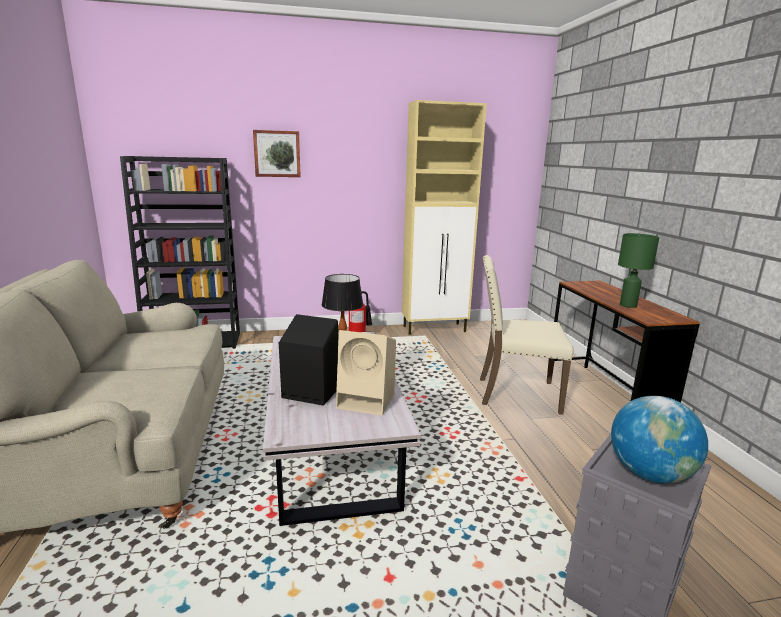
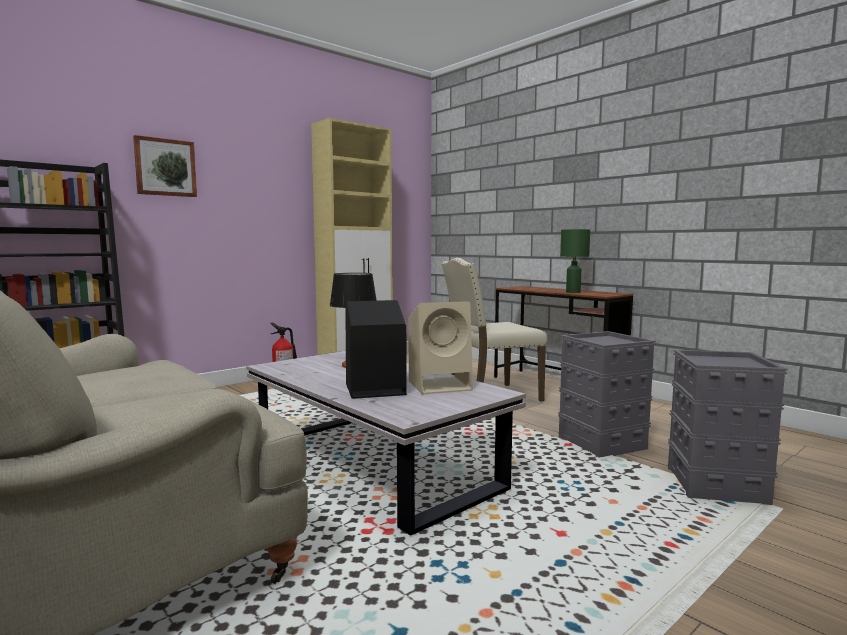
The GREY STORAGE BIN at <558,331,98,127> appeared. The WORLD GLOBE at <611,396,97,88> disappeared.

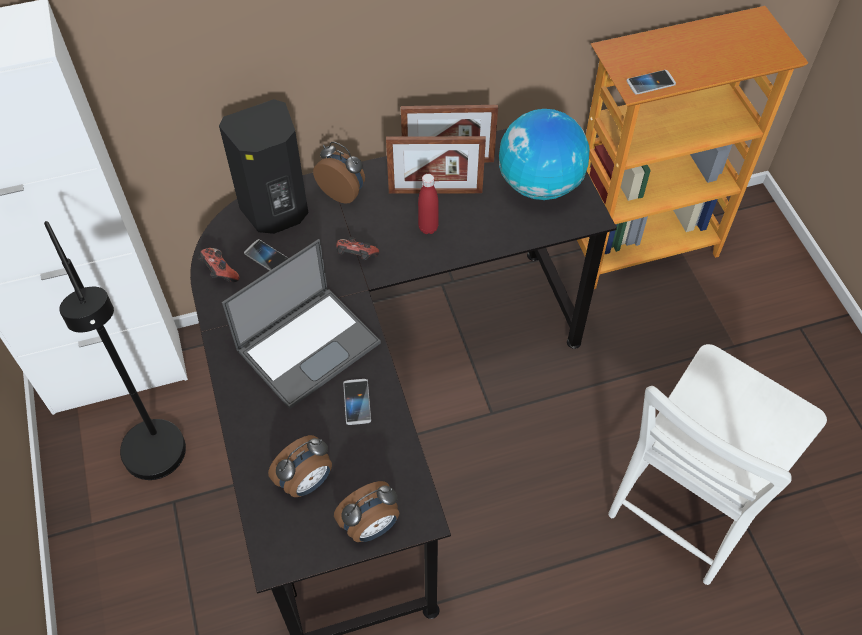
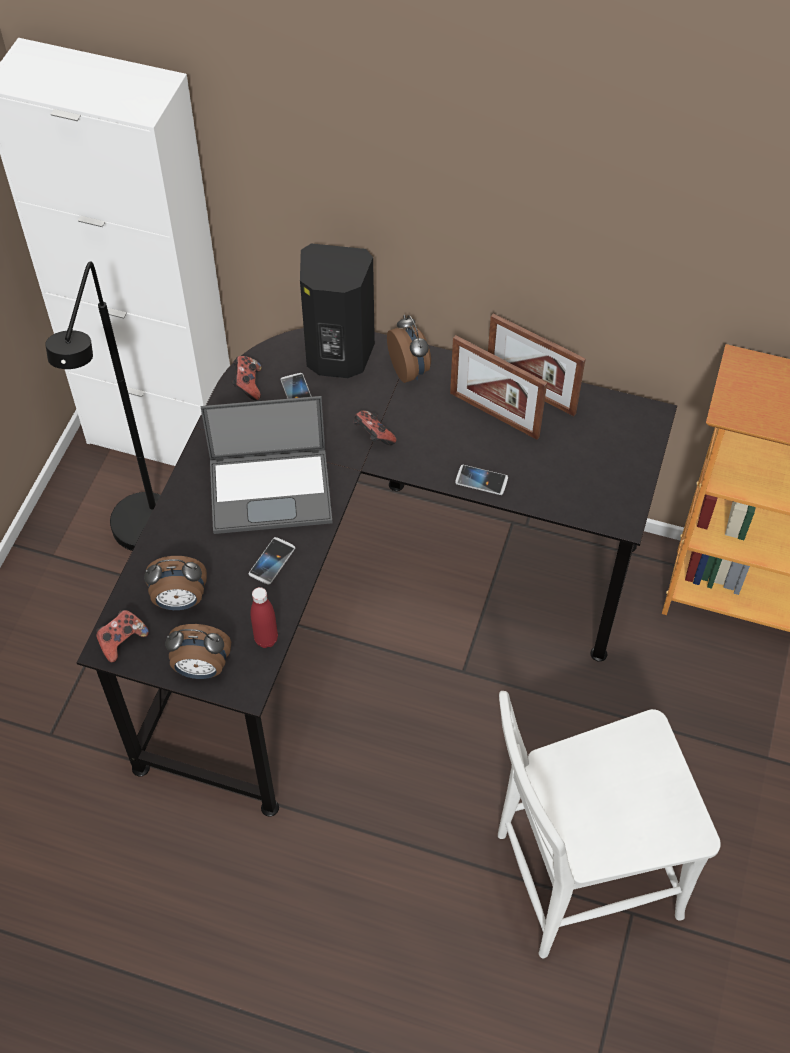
The GAMEPAD at <96,610,53,53> appeared. The RED BOTTLE moved from <418,174,21,60> to <251,587,27,61>. The PHONE moved from <627,70,49,25> to <455,465,53,30>. The WORLD GLOBE at <499,109,91,91> disappeared.

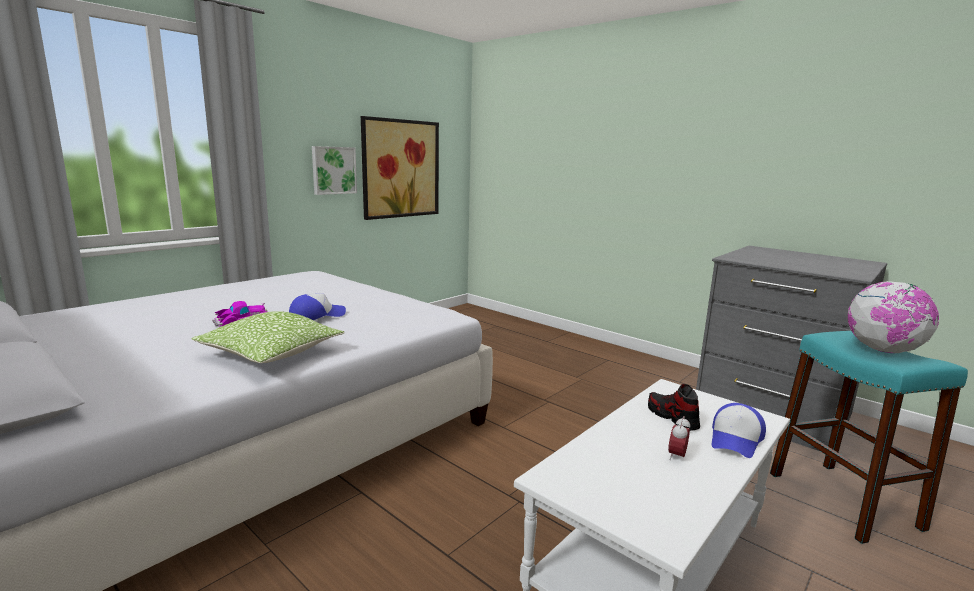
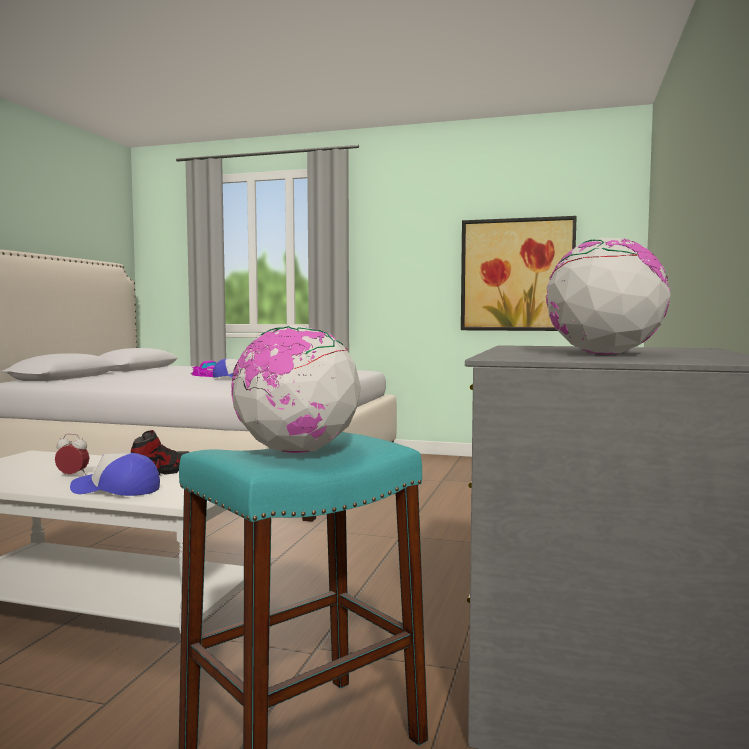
The WORLD GLOBE at <546,238,125,117> appeared. The CUSHION at <191,311,154,52> disappeared. The WALL PICTURE at <312,146,45,49> disappeared.

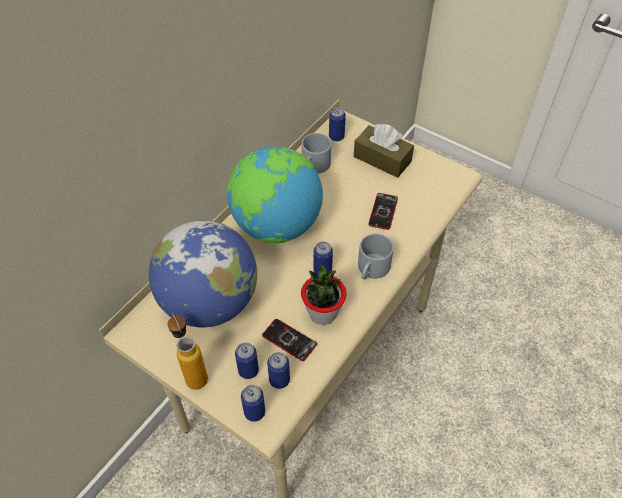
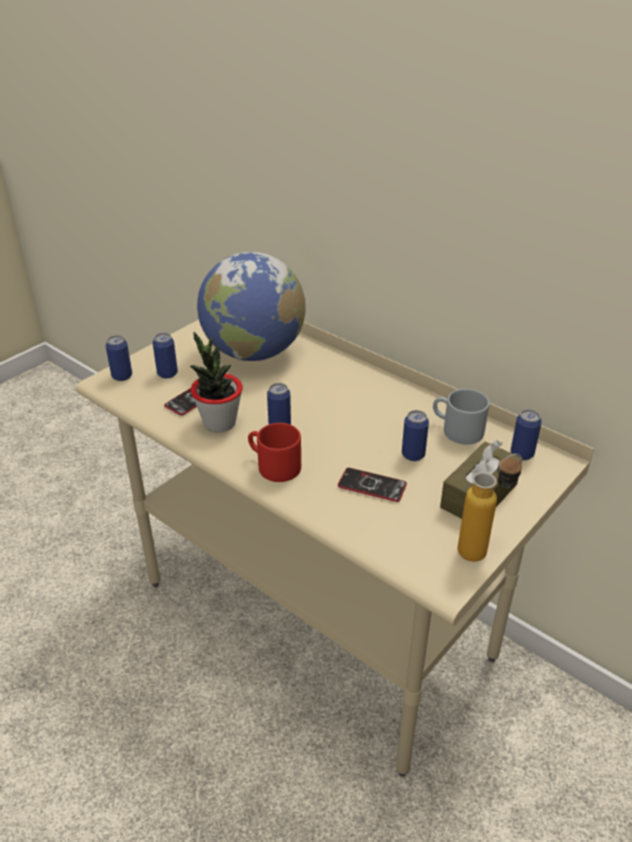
The GREY MUG at <358,233,36,47> became the RED MUG at <248,423,53,59>. The CAN moved from <267,352,23,37> to <402,410,27,51>. The BOTTLE moved from <168,313,40,77> to <458,454,64,107>. The WORLD GLOBE at <227,147,96,96> disappeared.

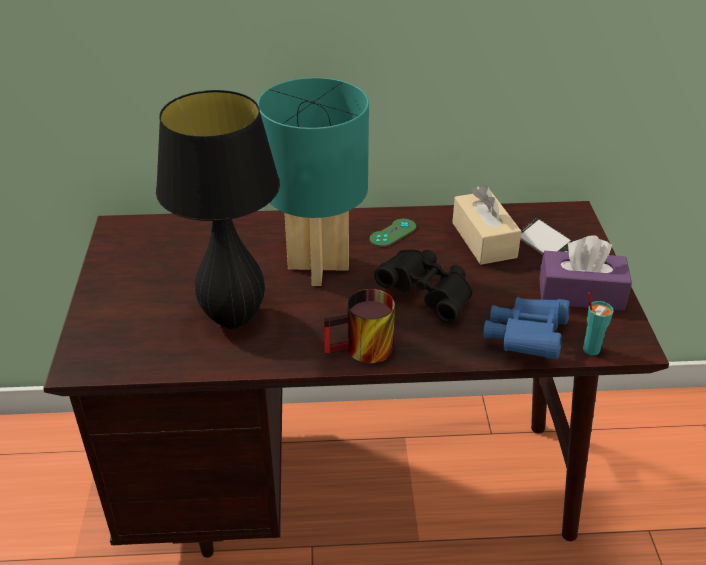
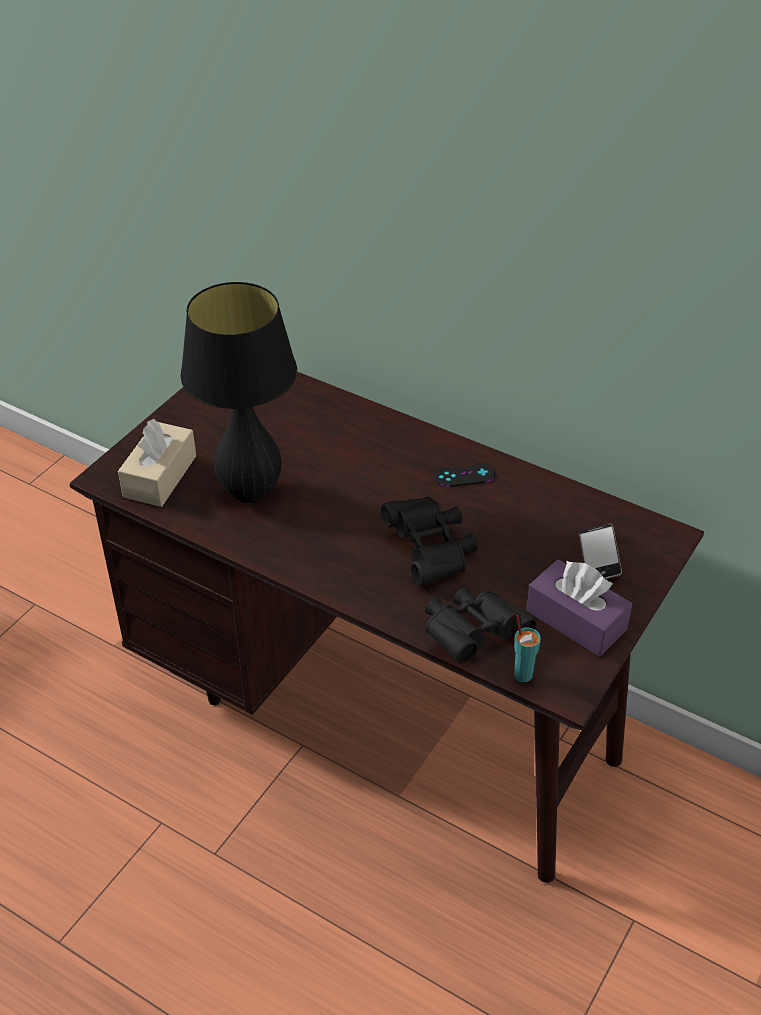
The BEIGE TISSUE BOX moved from <452,185,70,80> to <118,419,78,88>. The BLUISH PAIR OF BINOCULARS at <483,297,87,62> became the BLACKISH PAIR OF BINOCULARS at <425,587,112,76>. The GREEN GAMEPAD at <370,219,46,28> became the BLACKISH GAMEPAD at <434,464,61,23>. The TURQUOISE TABLE LAMP at <257,78,112,208> disappeared. The MUG at <324,289,71,74> disappeared.

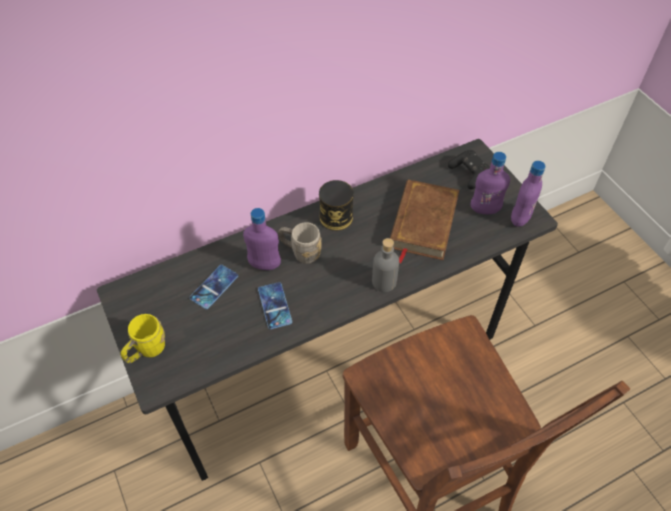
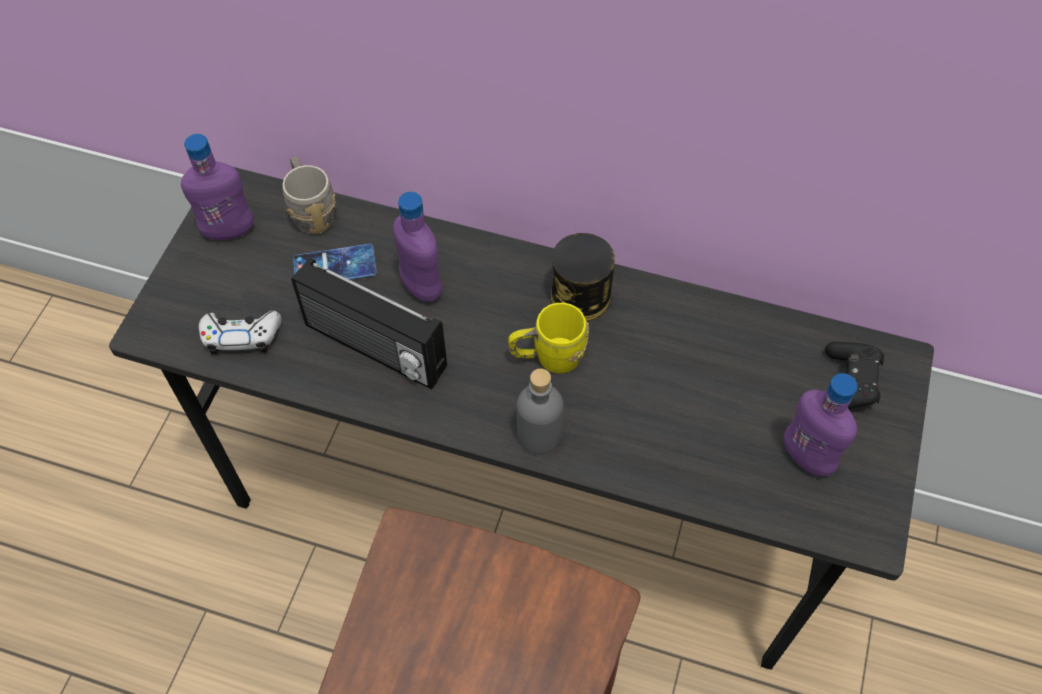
The PURPLE-COLOURED BOTTLE moved from <511,161,35,66> to <181,134,73,106>. The WHITISH GAMEPAD at <199,310,82,45> appeared. The GREY MUG moved from <278,222,44,42> to <282,156,54,78>. The PHONE at <258,282,34,47> was replaced by the RADIO RECEIVER at <291,258,156,132>. The YELLOW-COLOURED MUG moved from <121,314,44,49> to <508,303,81,70>. The BROWN-COLOURED BOUND BOOK at <390,179,69,85> disappeared.

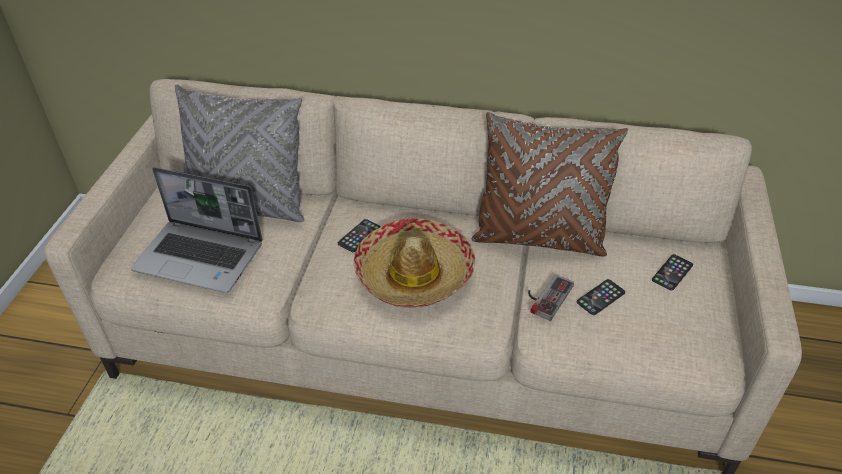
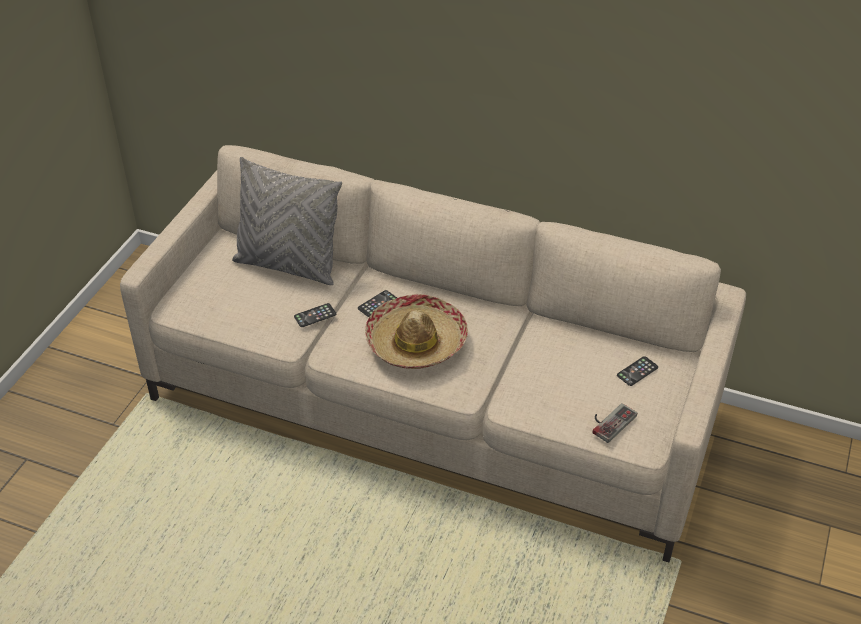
The PHONE moved from <577,279,48,36> to <294,303,42,24>. The GAMEPAD moved from <528,274,46,47> to <592,403,45,40>. The LAPTOP at <131,167,132,126> disappeared. The BROWN-COLOURED CUSHION at <471,112,157,144> disappeared.

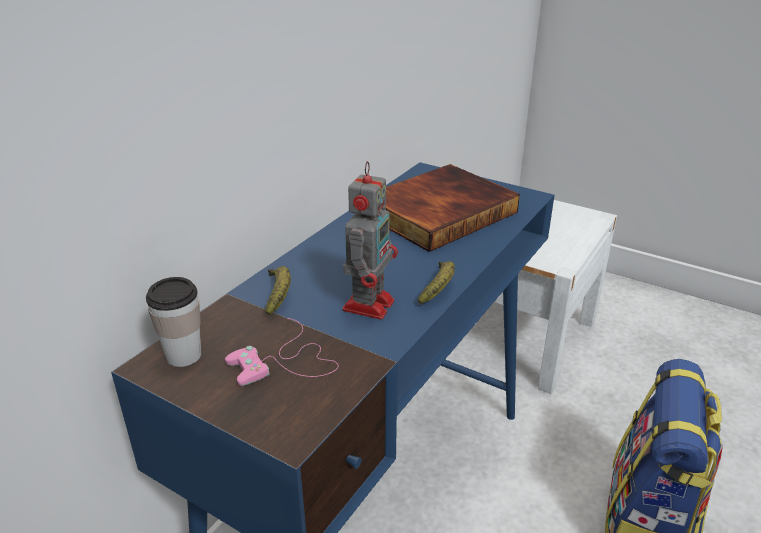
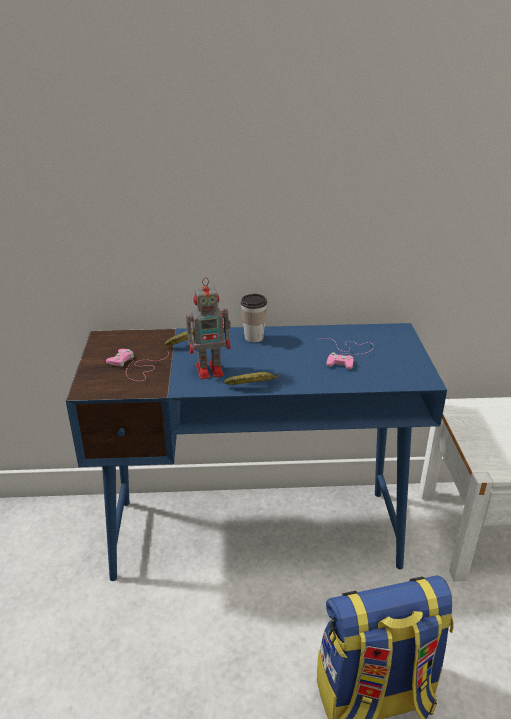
The SMALL CUP moved from <146,277,55,90> to <240,294,27,49>. The BOUND BOOK at <385,164,135,88> was replaced by the PINKISH GAMEPAD at <319,338,55,31>.

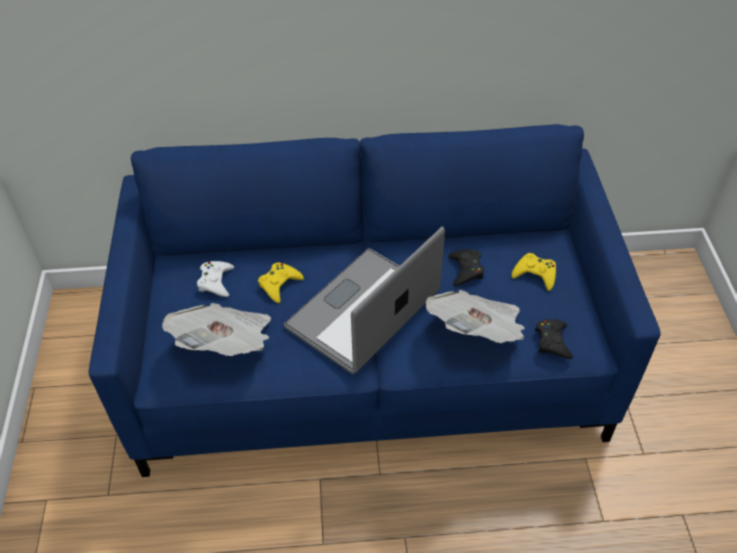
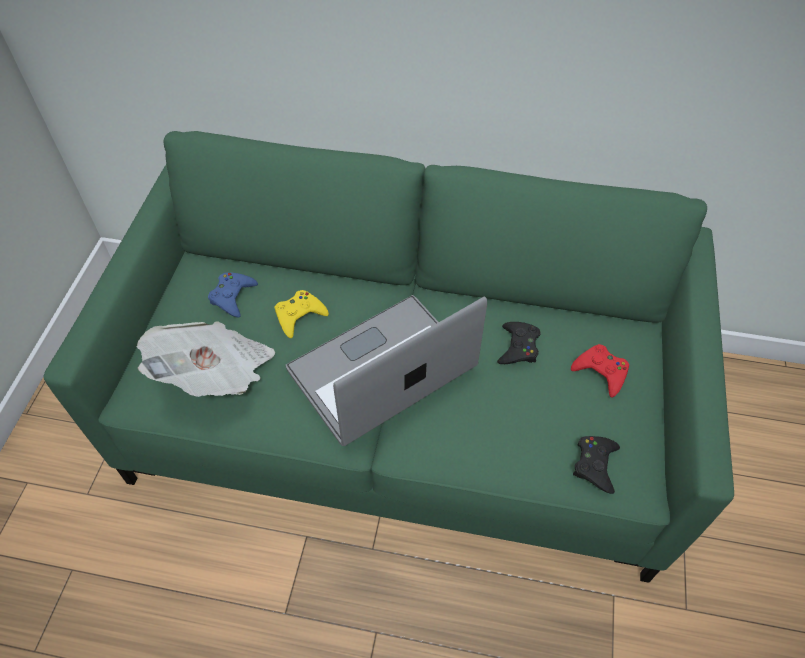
The BLUISH COUCH at <89,124,572,353> became the GREEN COUCH at <43,131,691,452>. The WHITISH GAMEPAD at <197,261,37,36> became the BLUISH GAMEPAD at <208,272,50,45>. The YELLOW-COLOURED GAMEPAD at <511,253,45,38> became the RED GAMEPAD at <571,344,58,54>. The PRINTED PAPER at <426,290,99,53> disappeared.

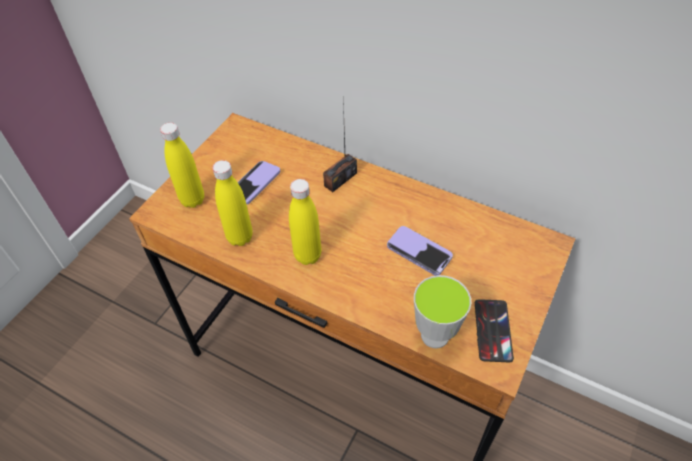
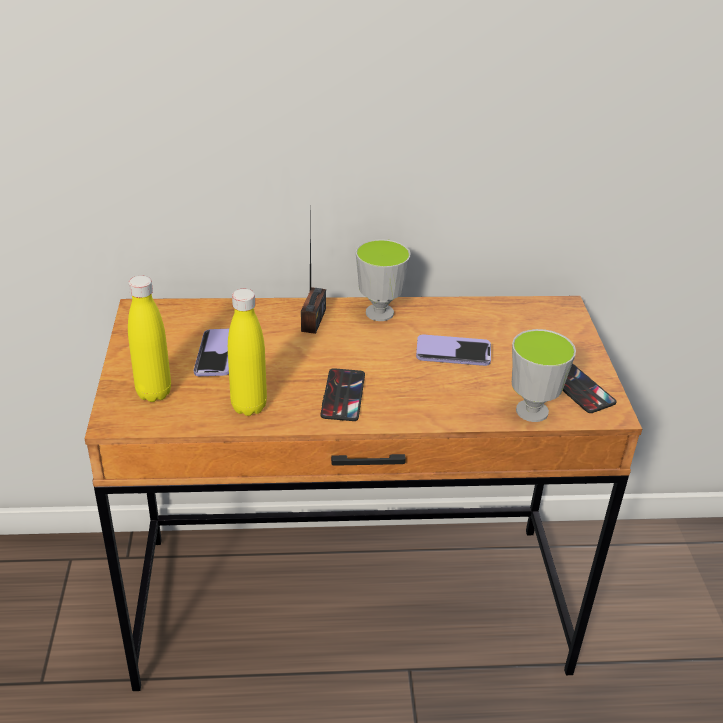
The YELLOW-COLOURED BOTTLE at <289,179,32,86> was replaced by the PHONE at <320,368,45,53>. The SMALL CUP at <356,239,55,82> appeared.

